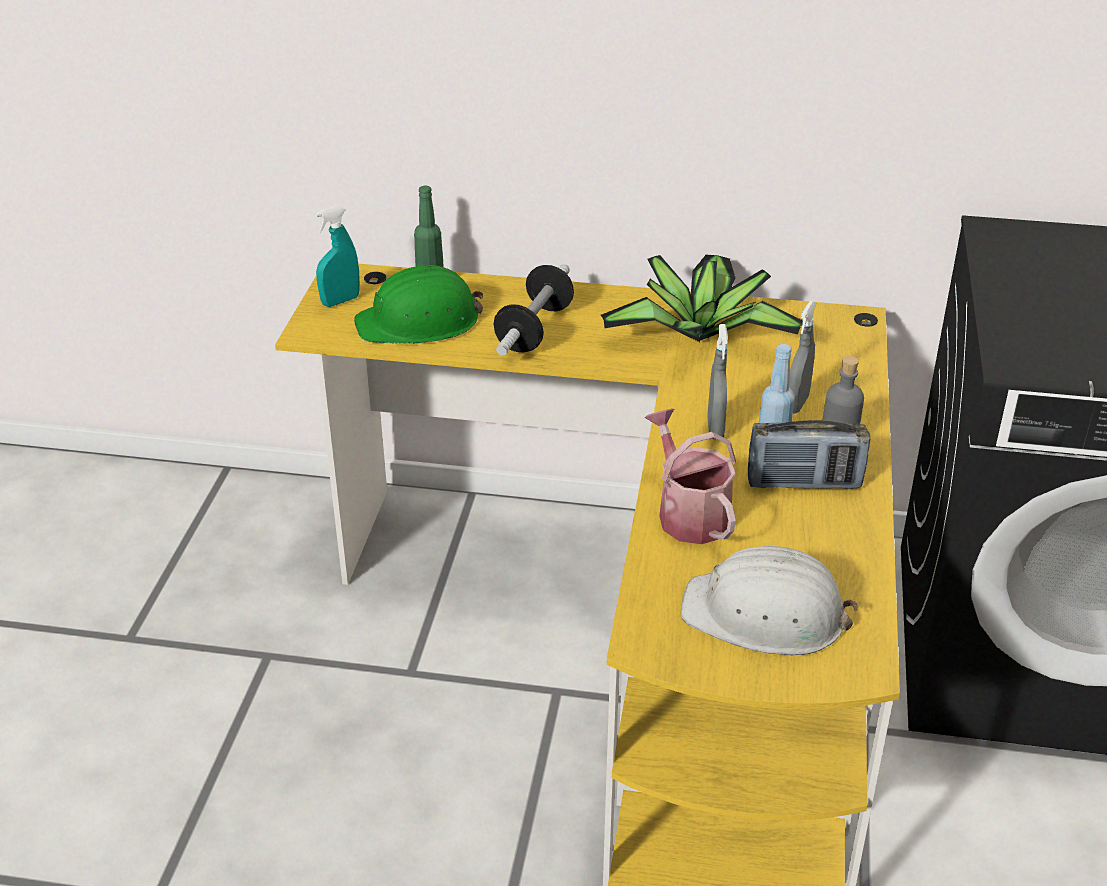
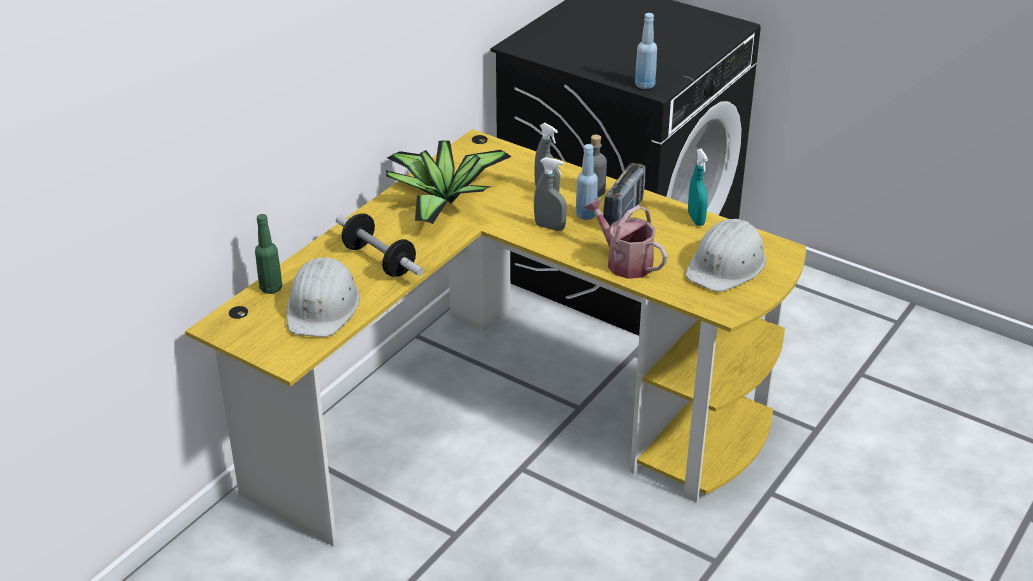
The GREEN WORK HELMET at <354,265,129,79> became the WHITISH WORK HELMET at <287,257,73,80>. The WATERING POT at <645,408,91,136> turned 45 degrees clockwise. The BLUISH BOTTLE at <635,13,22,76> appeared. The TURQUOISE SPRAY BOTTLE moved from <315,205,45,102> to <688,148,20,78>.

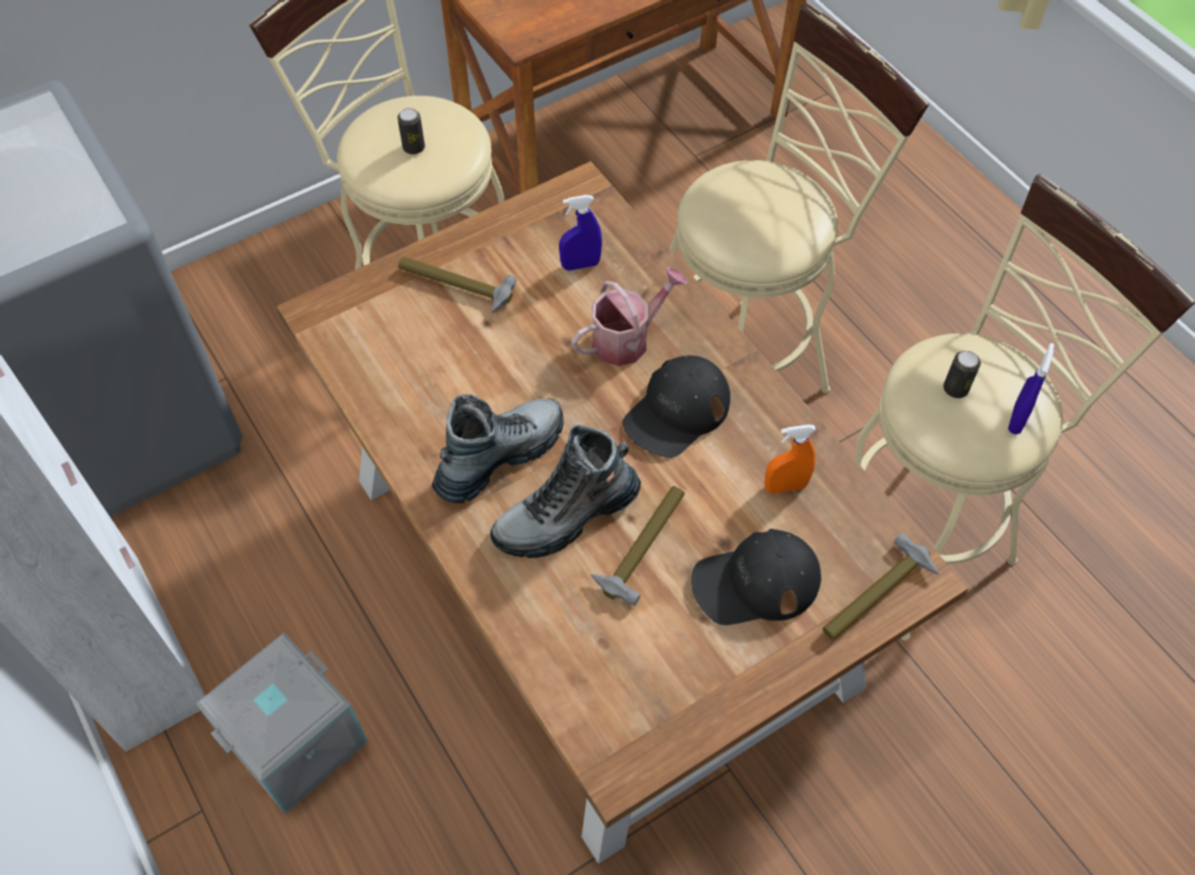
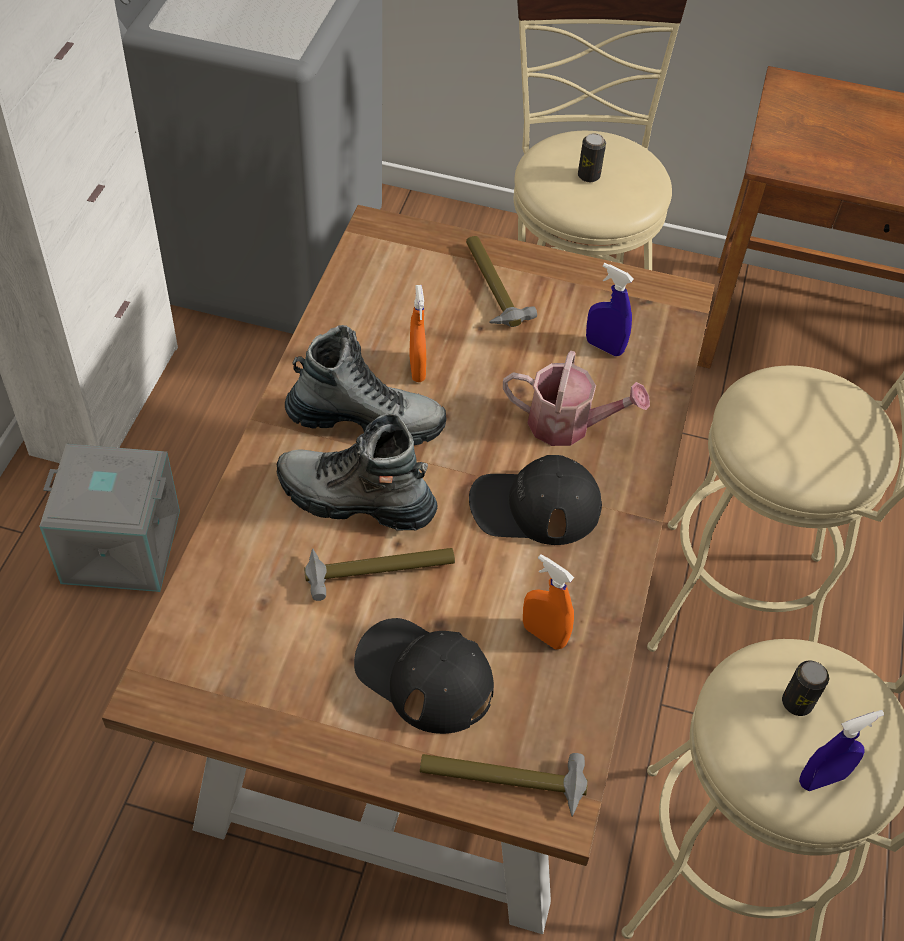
The ORANGEY SPRAY BOTTLE at <409,285,17,97> appeared.

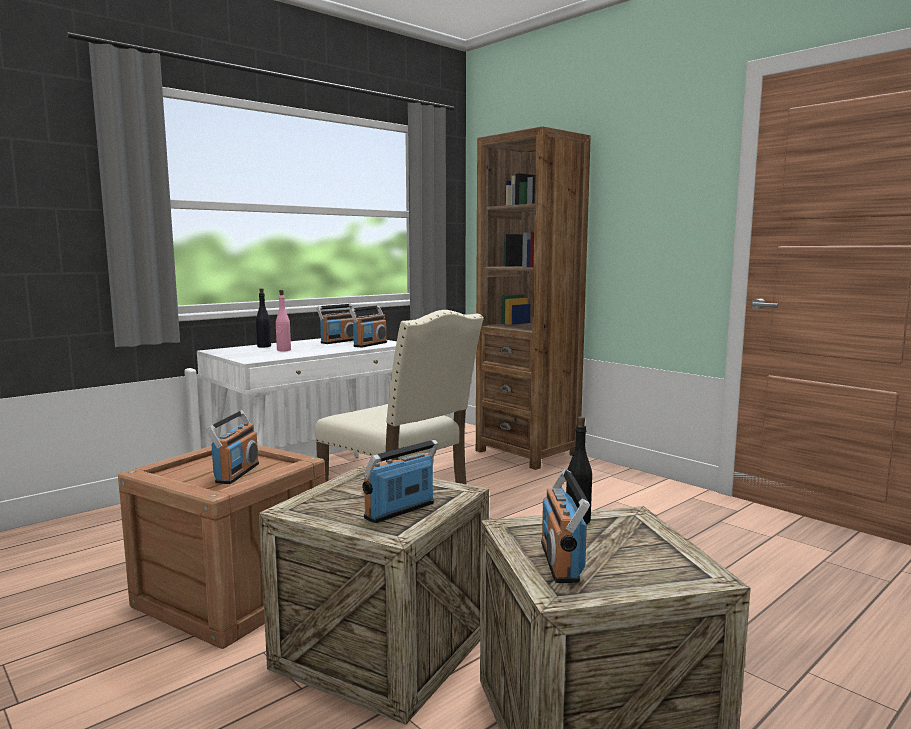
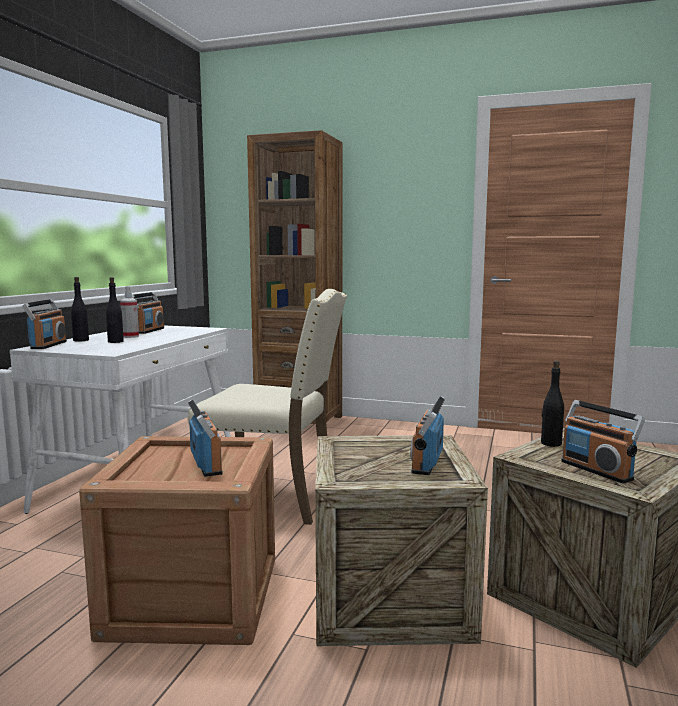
The RADIO RECEIVER moved from <349,305,38,43> to <22,299,45,50>. The PINKISH BOTTLE at <276,290,15,61> became the BLACKISH BOTTLE at <106,277,18,66>. The SPRAY BOTTLE at <120,286,19,52> appeared.

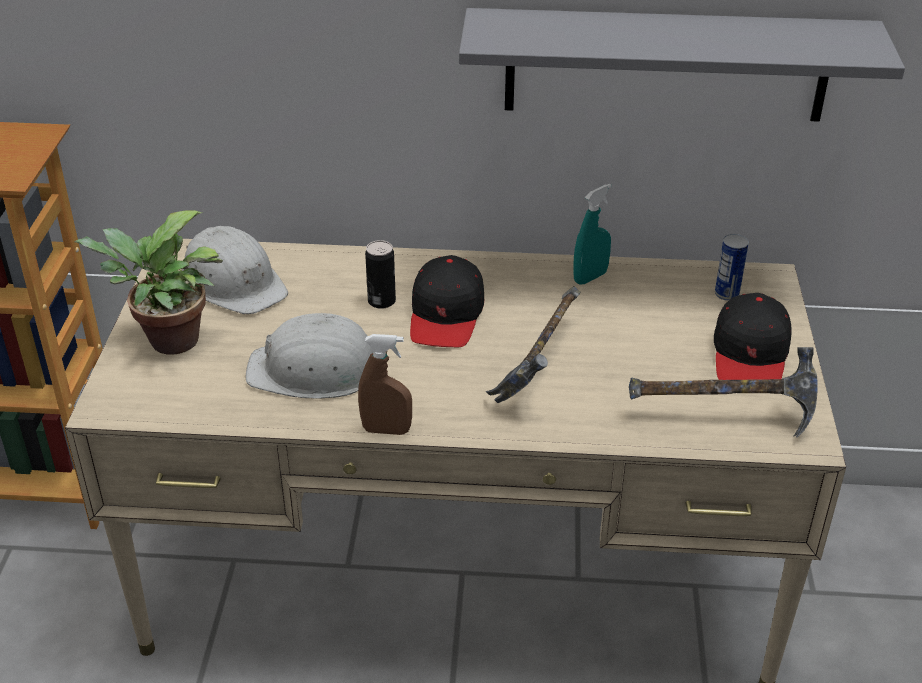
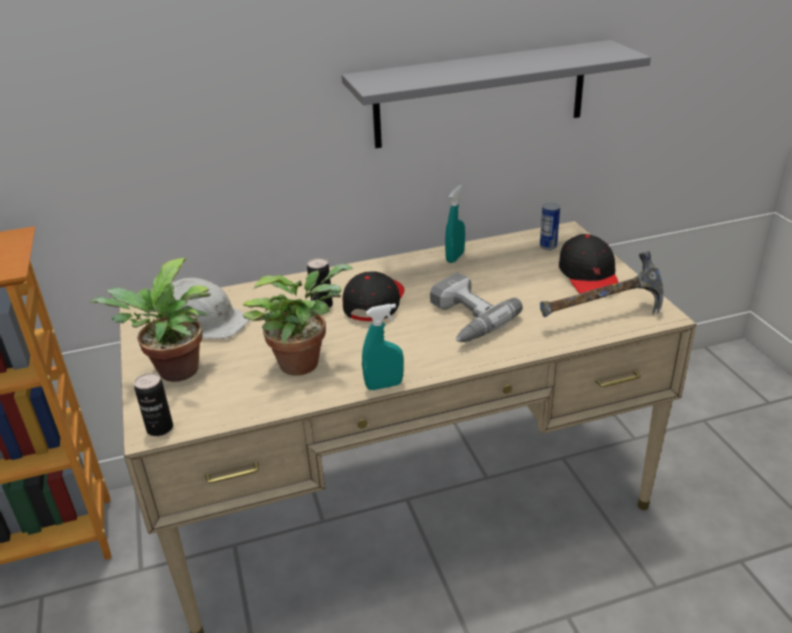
The CAN at <134,373,39,63> appeared. The WHITISH WORK HELMET at <246,313,141,86> was replaced by the POTTED PLANT at <242,264,112,112>. The BLACKISH BASEBALL CAP at <410,255,74,92> turned 150 degrees counterclockwise. The BROWN-COLOURED SPRAY BOTTLE at <358,334,54,101> became the TURQUOISE SPRAY BOTTLE at <362,304,42,86>. The TOOL HAMMER at <486,286,95,117> was replaced by the POWER DRILL at <430,273,93,69>.

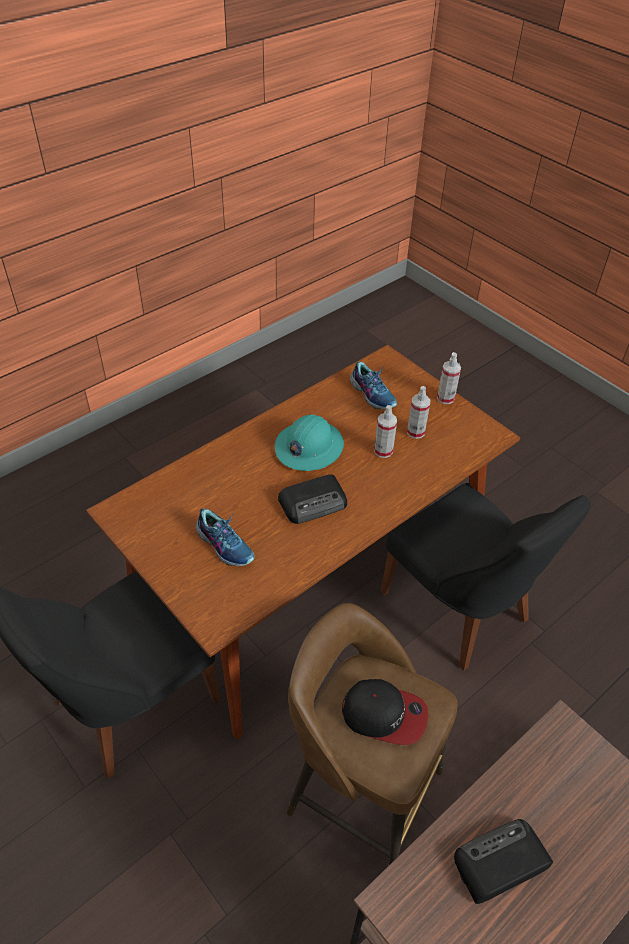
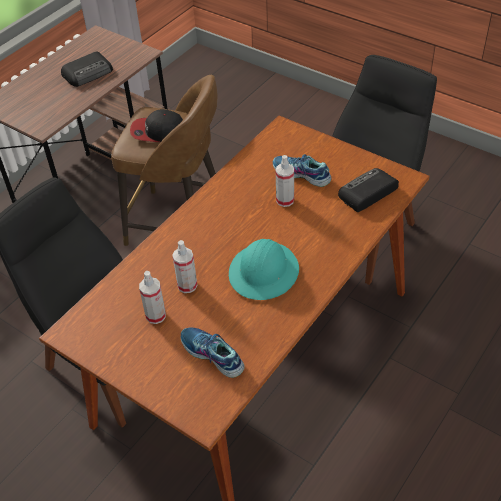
The SPRAY BOTTLE moved from <437,352,24,52> to <276,155,18,52>. The RADIO RECEIVER moved from <278,474,69,50> to <338,168,61,44>.

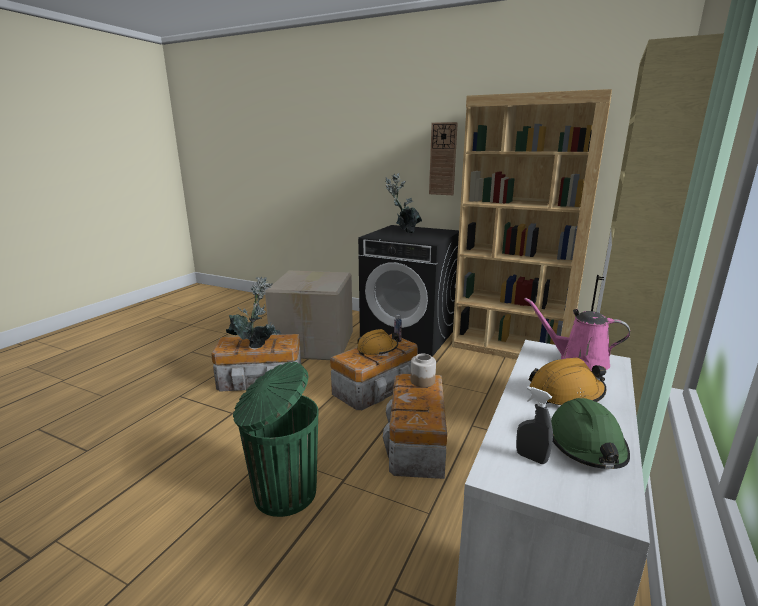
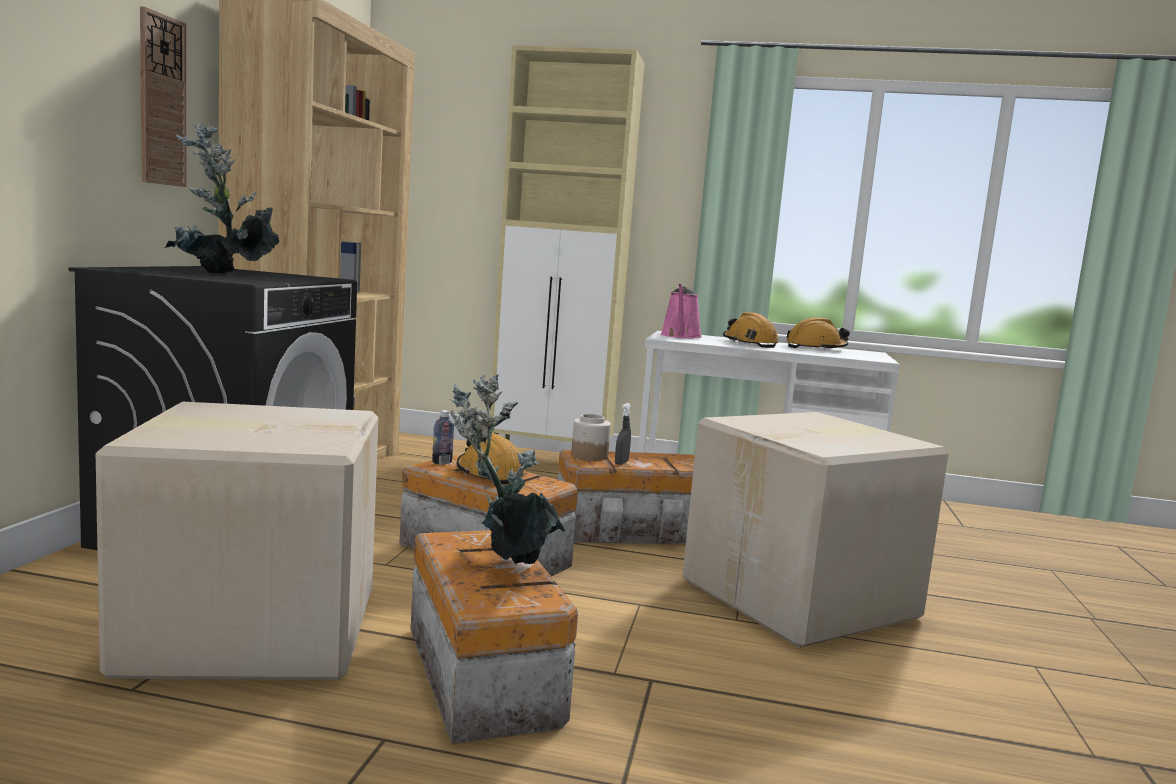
The GREY SPRAY BOTTLE moved from <516,386,37,78> to <615,403,16,62>. The GREEN RUBBISH BIN at <233,362,86,155> was replaced by the CARTON at <683,412,265,236>. The GREEN WORK HELMET at <551,398,79,71> became the ORANGEY WORK HELMET at <786,317,64,33>.

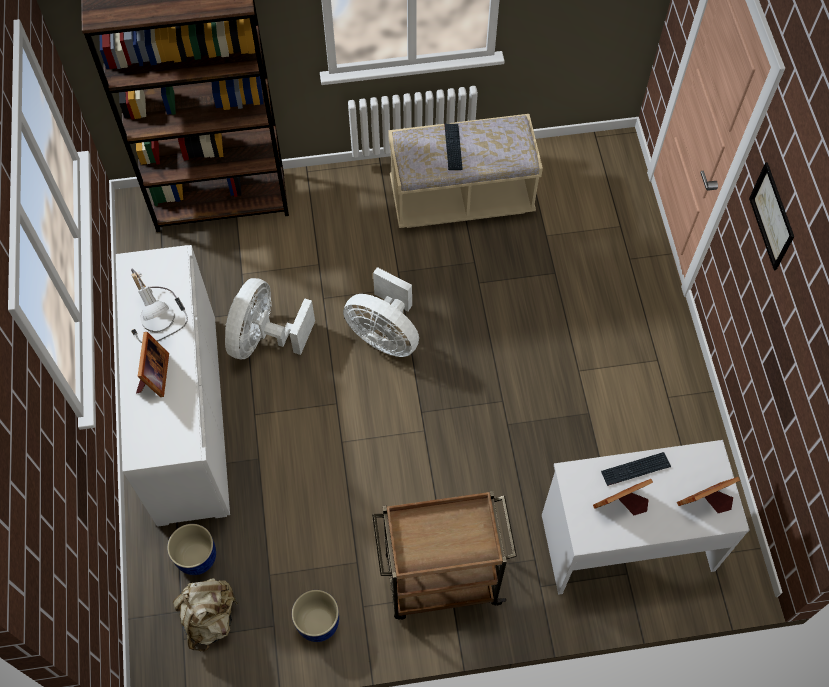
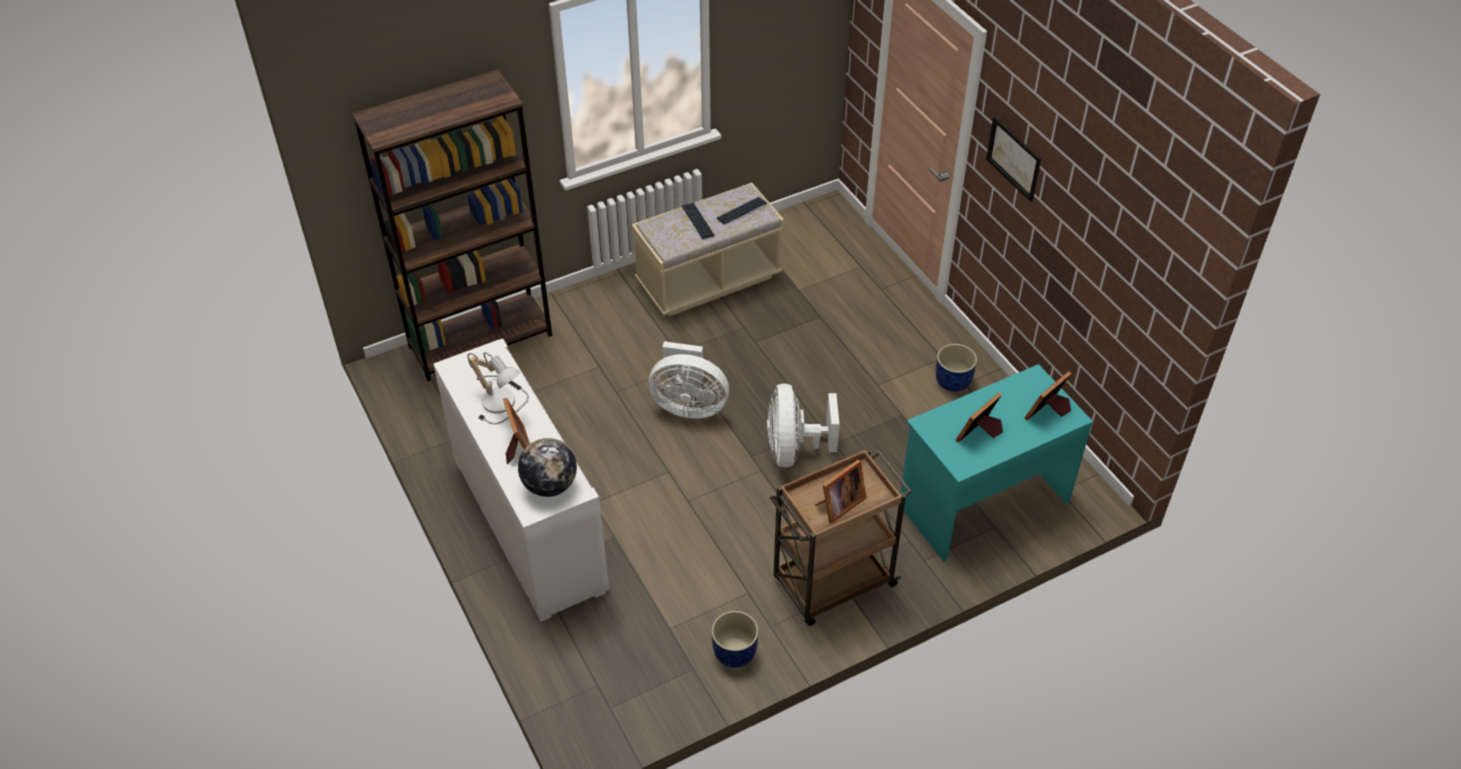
The WORLD GLOBE at <518,438,59,59> appeared. The PC KEYBOARD moved from <601,452,70,34> to <717,197,50,28>. The WHITISH ELECTRIC FAN moved from <225,278,90,81> to <767,384,72,83>. The PHOTO FRAME at <815,460,52,64> appeared. The WHITISH DESK UNIT at <542,440,208,155> became the TURQUOISE DESK UNIT at <900,364,193,198>. The BLUISH FLOWER POT moved from <167,524,49,51> to <936,344,41,48>. The BEIGE KNAPSACK at <173,578,65,74> disappeared.

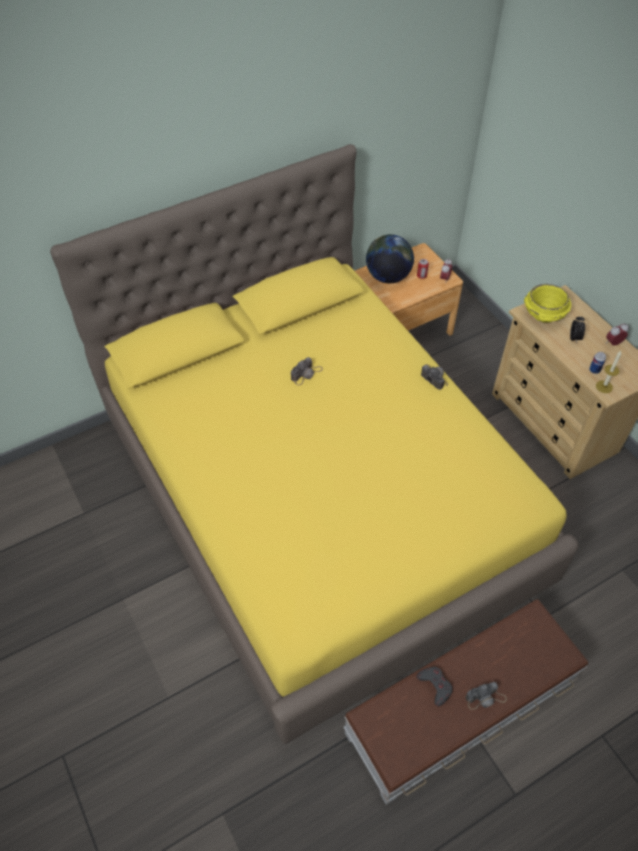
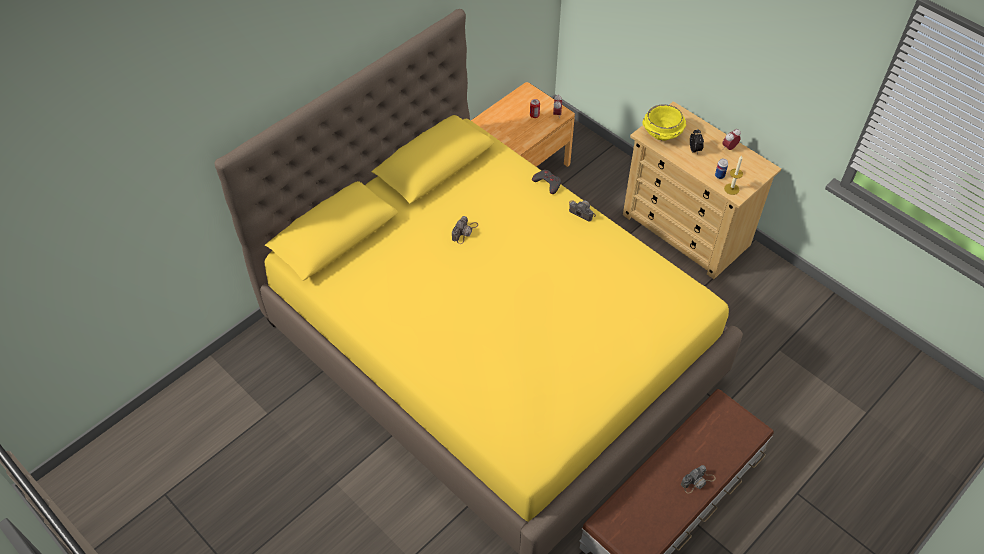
The GREY GAMEPAD moved from <416,667,37,39> to <532,170,29,24>. The WORLD GLOBE at <366,234,48,49> disappeared.

